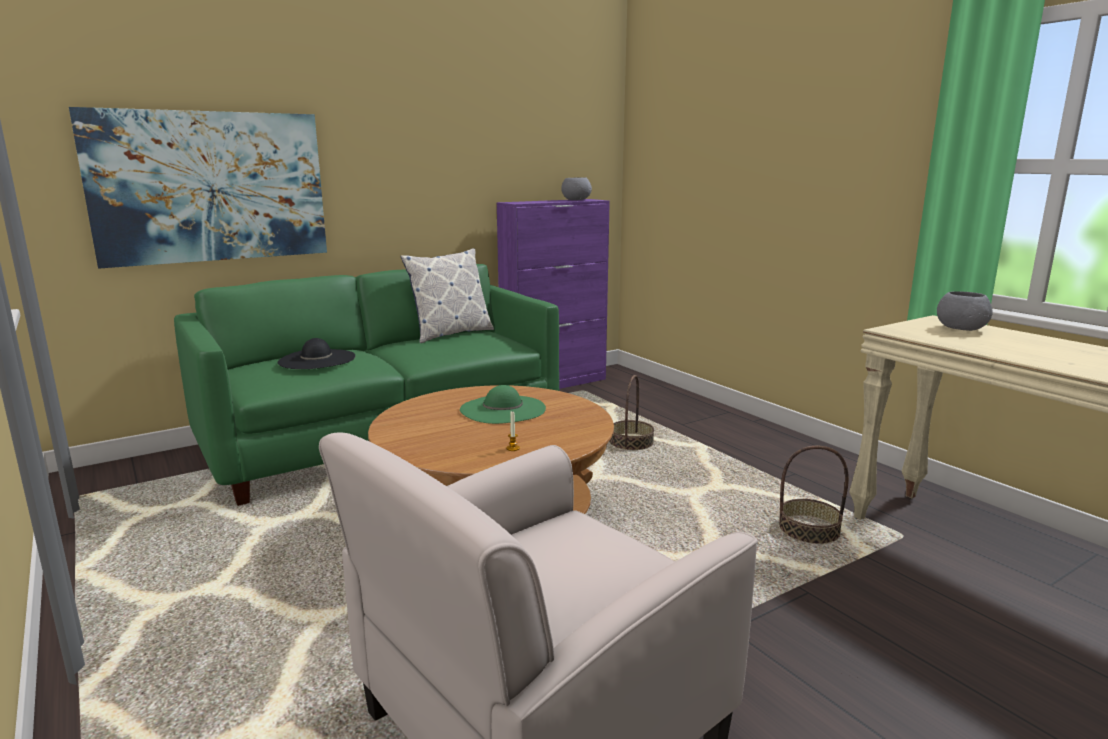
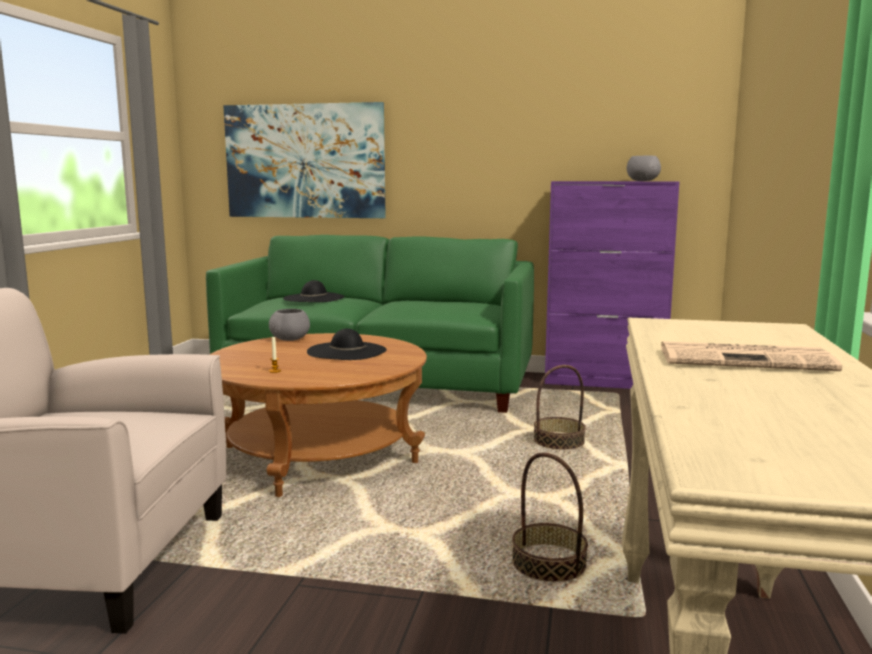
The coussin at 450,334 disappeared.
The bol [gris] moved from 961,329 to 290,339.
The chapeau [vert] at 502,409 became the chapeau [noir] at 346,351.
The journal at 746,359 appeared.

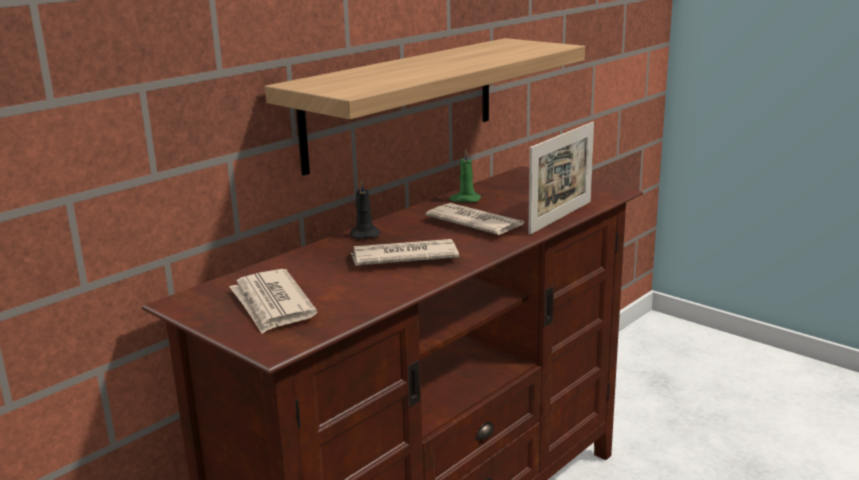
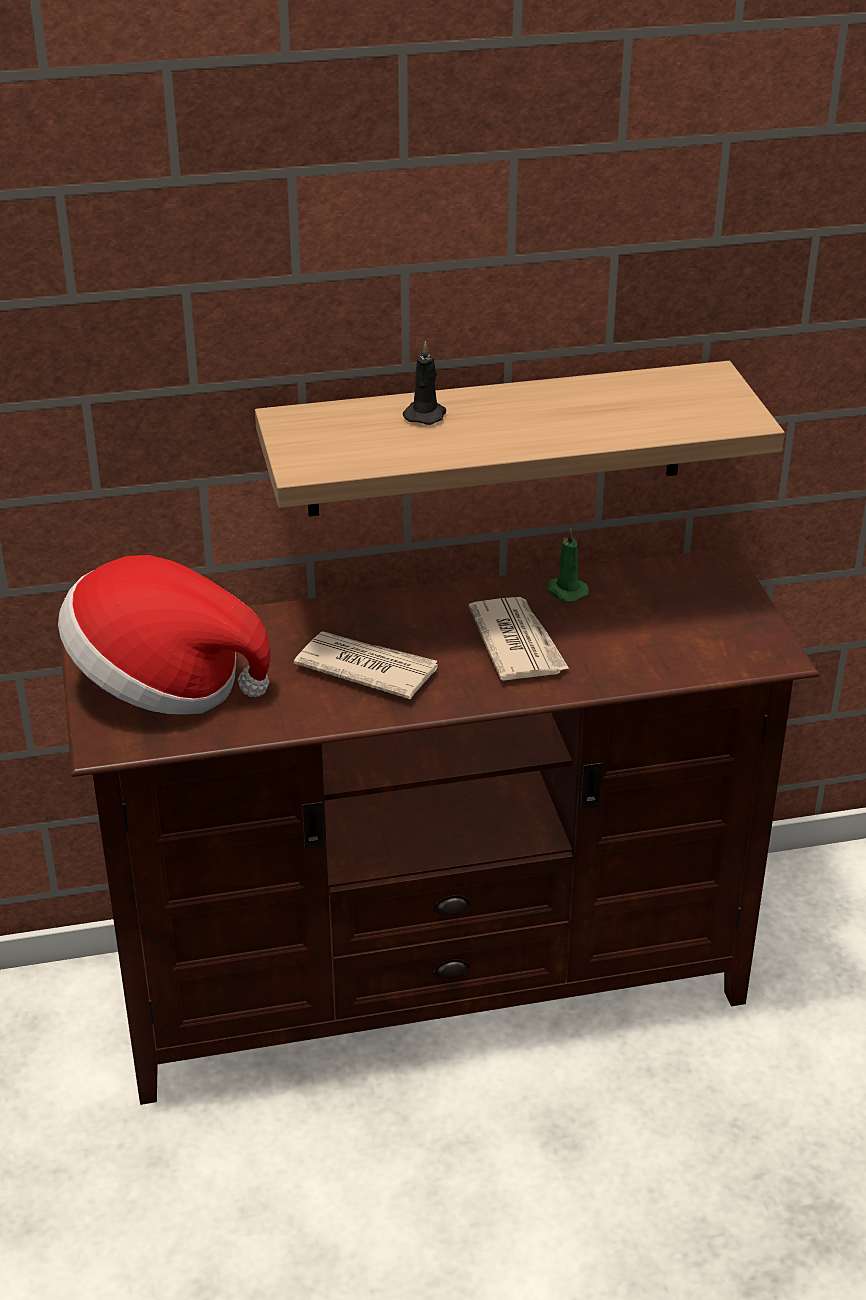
The cadre photo at 561,217 disappeared.
The bougie [noir] moved from 364,234 to 426,414.
The journal at 272,305 was replaced by the chapeau at 162,684.

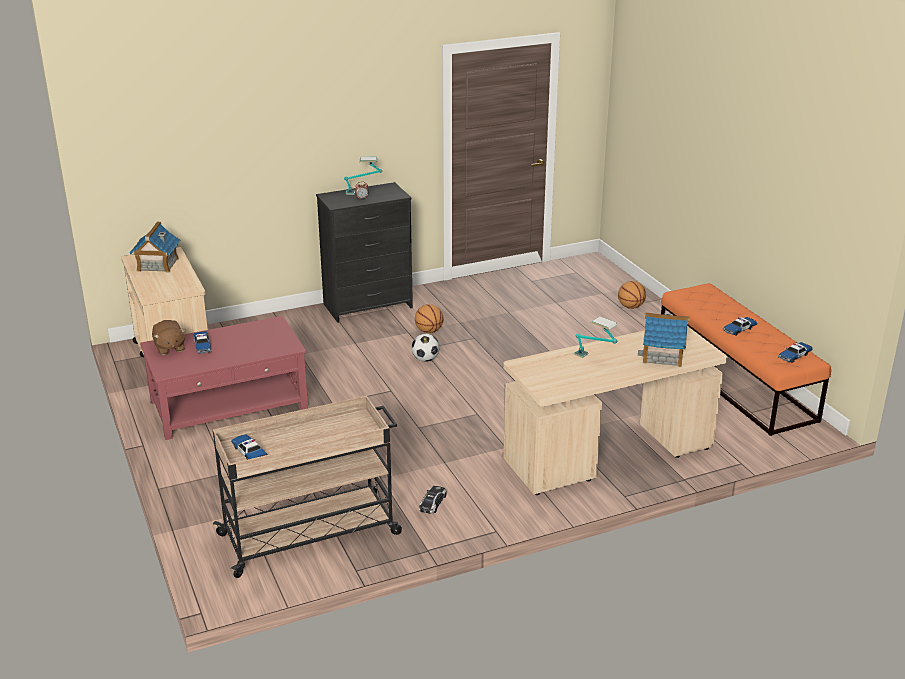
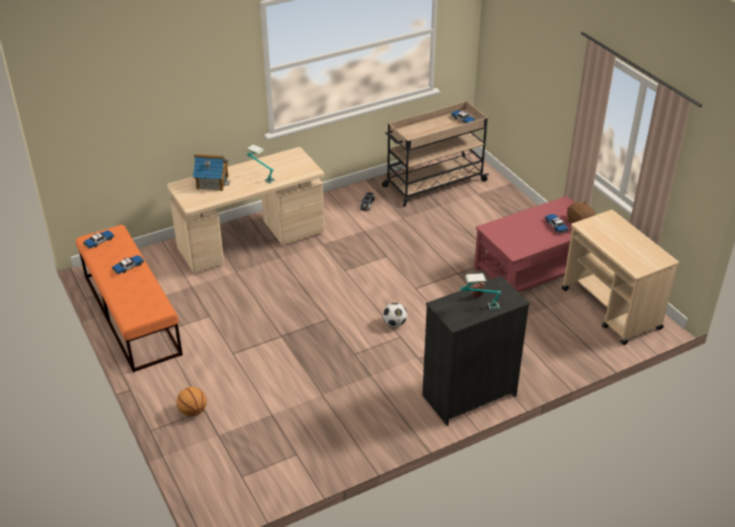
The maison miniature at 157,265 disappeared.
The ballon de basket at 429,331 disappeared.

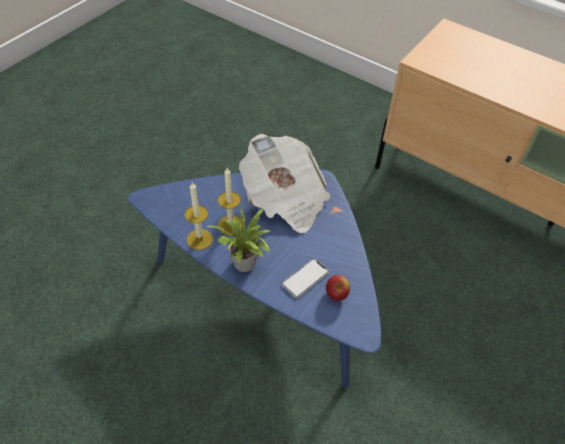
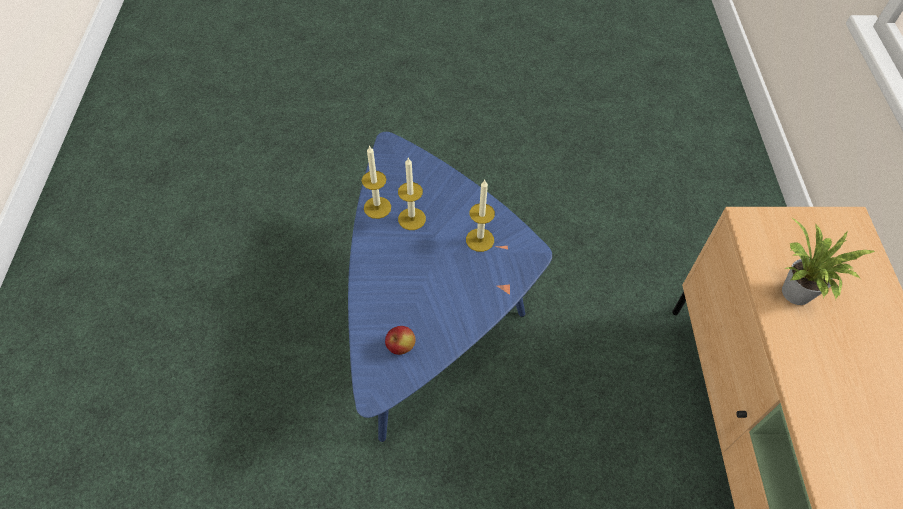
The journal at 285,199 was replaced by the bougie at 480,240.
The plante en pot moved from 245,265 to 794,295.
The téléphone at 305,278 disappeared.

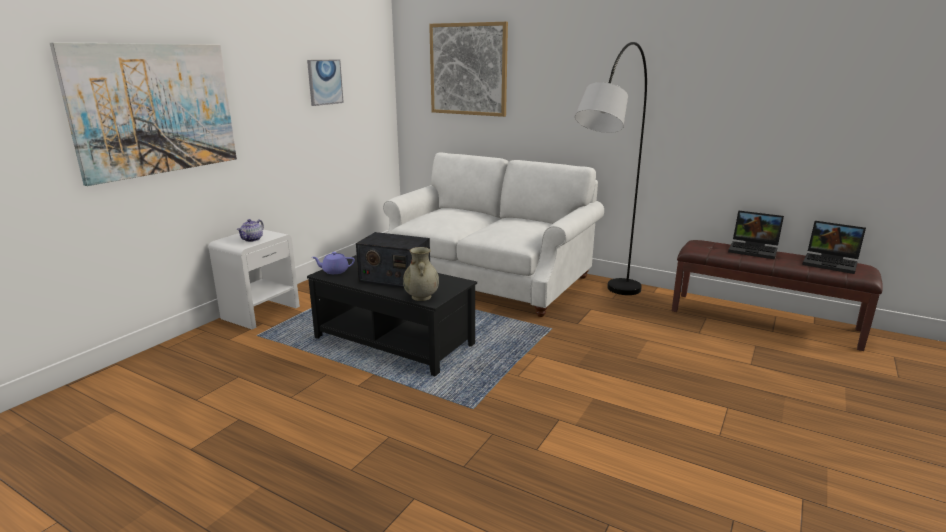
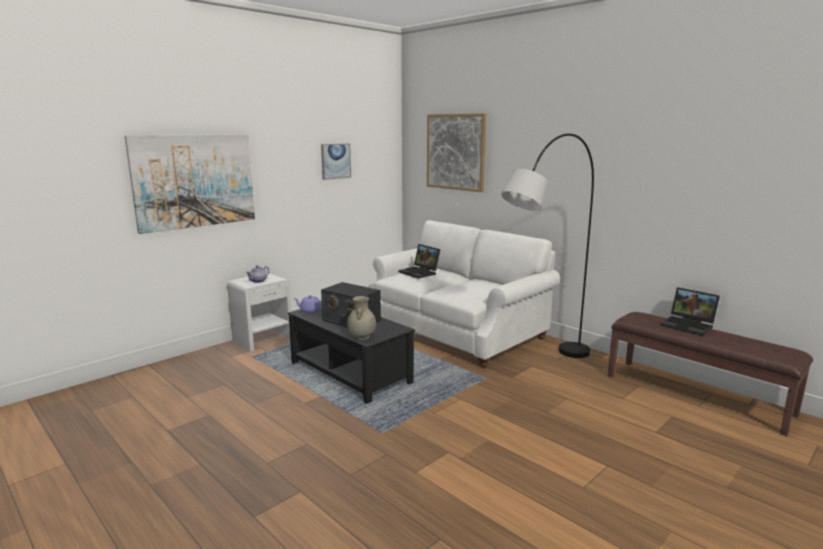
The ordinateur portable moved from 831,263 to 420,273.

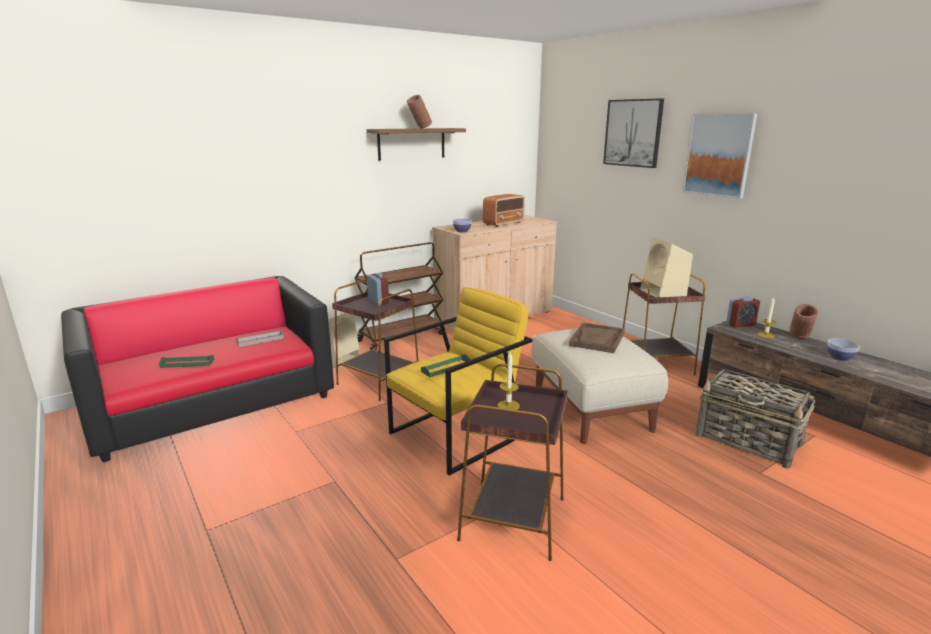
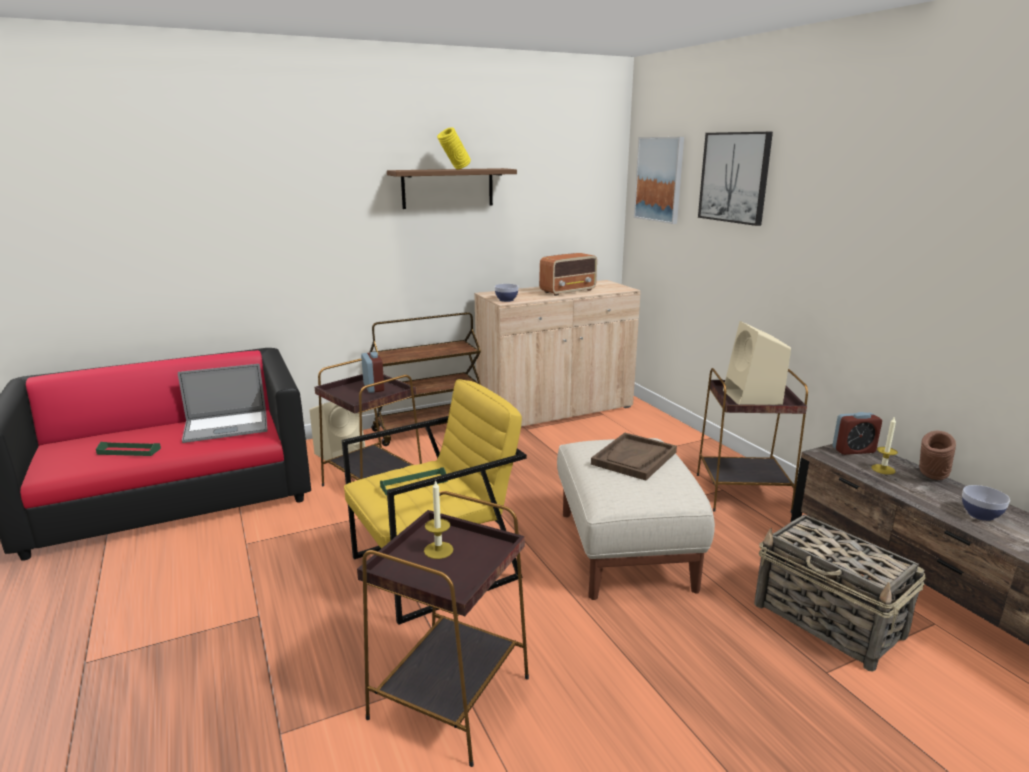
The vase [marron] at 420,128 became the vase [jaune] at 454,169.
The tableau moved from 718,155 to 659,179.
The plateau [gris] at 260,340 was replaced by the ordinateur portable at 226,427.

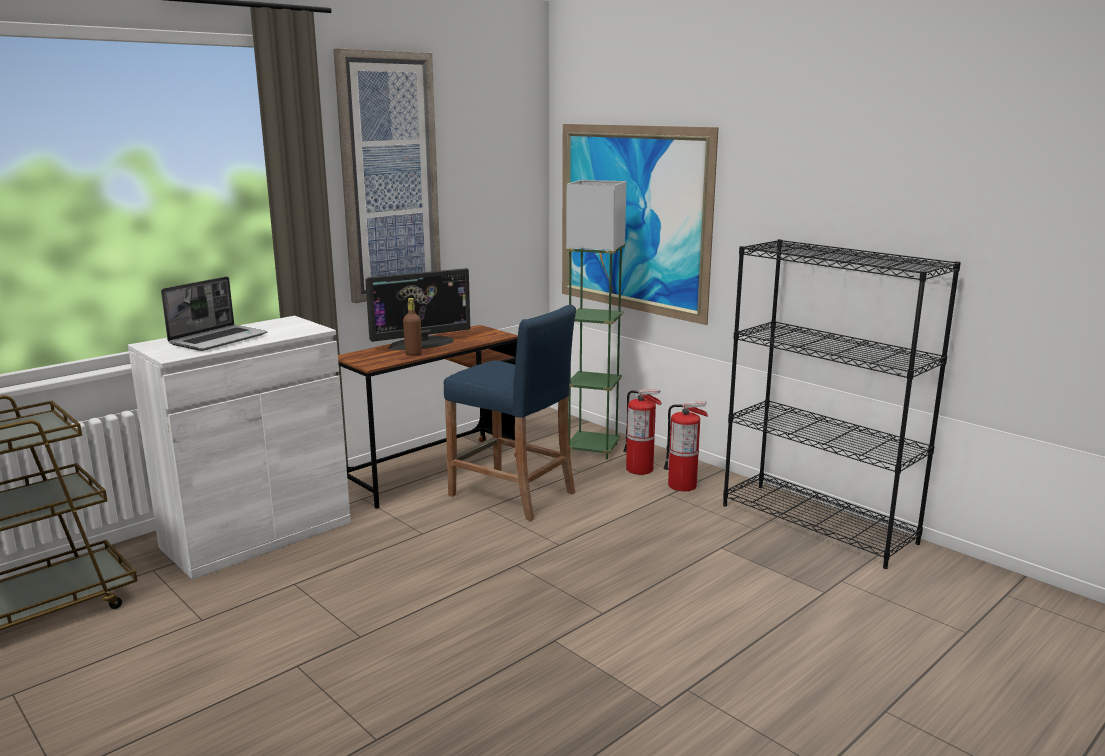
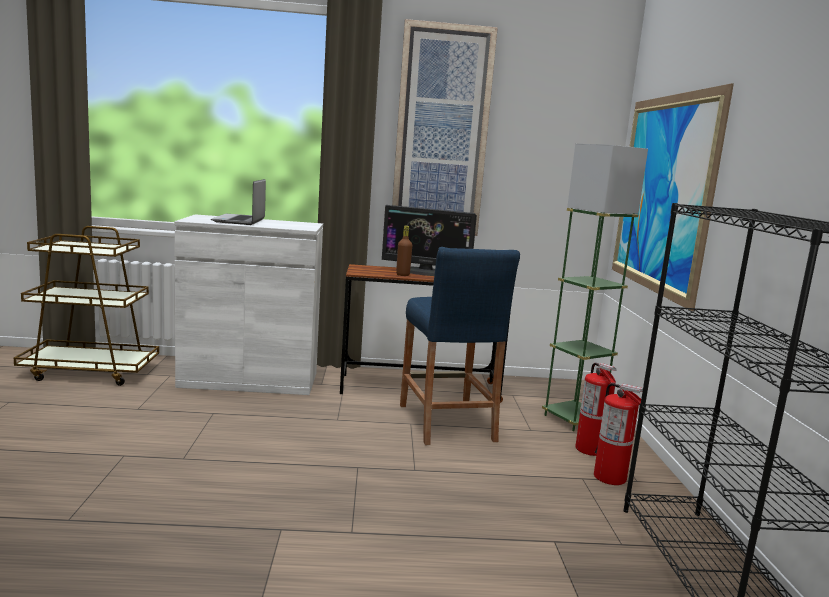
The ordinateur portable at 219,339 turned 105 degrees clockwise.

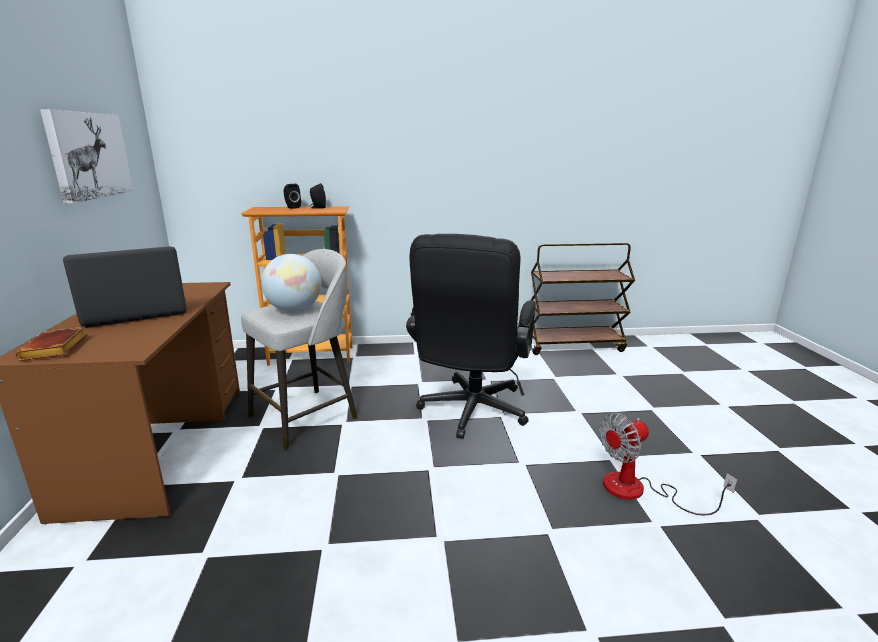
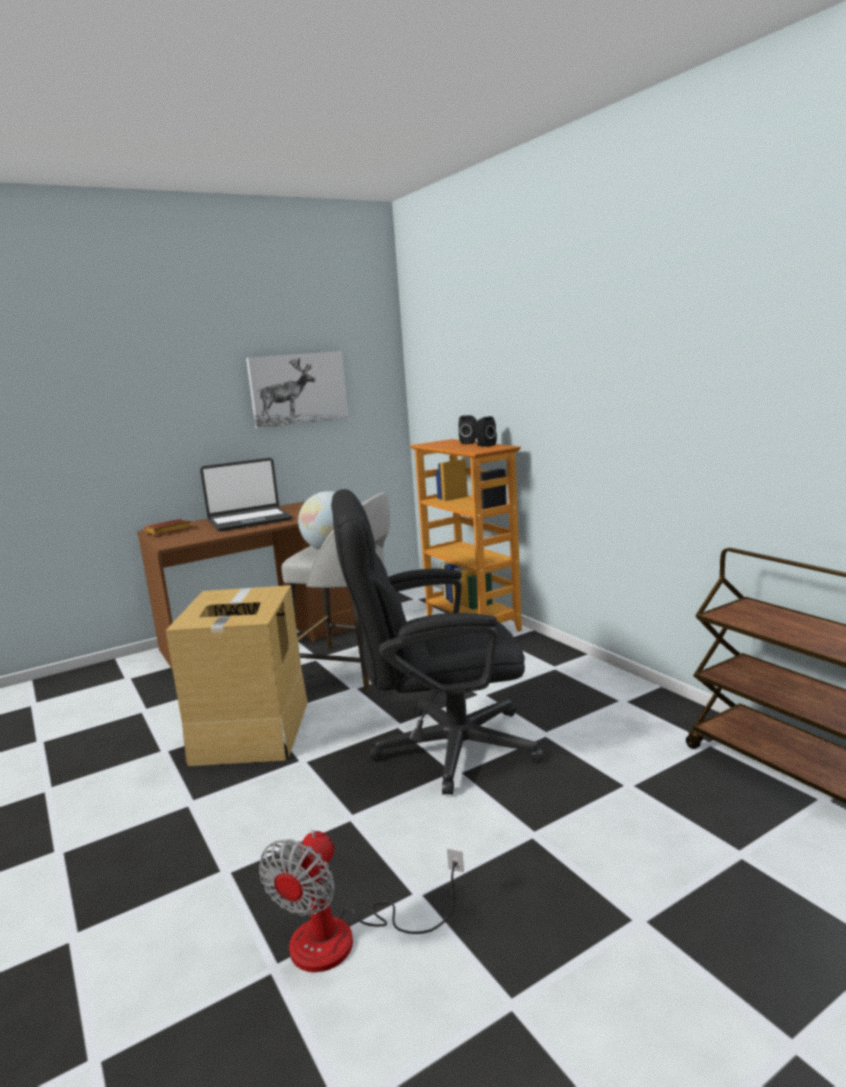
The ordinateur portable at 136,312 turned 120 degrees clockwise.
The ventilateur at 639,491 turned 105 degrees counterclockwise.
The carton at 250,731 appeared.

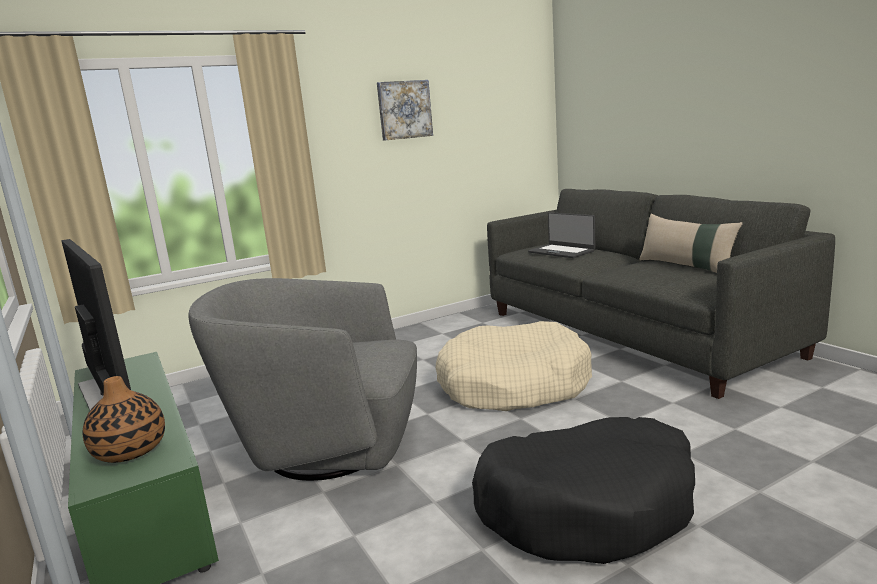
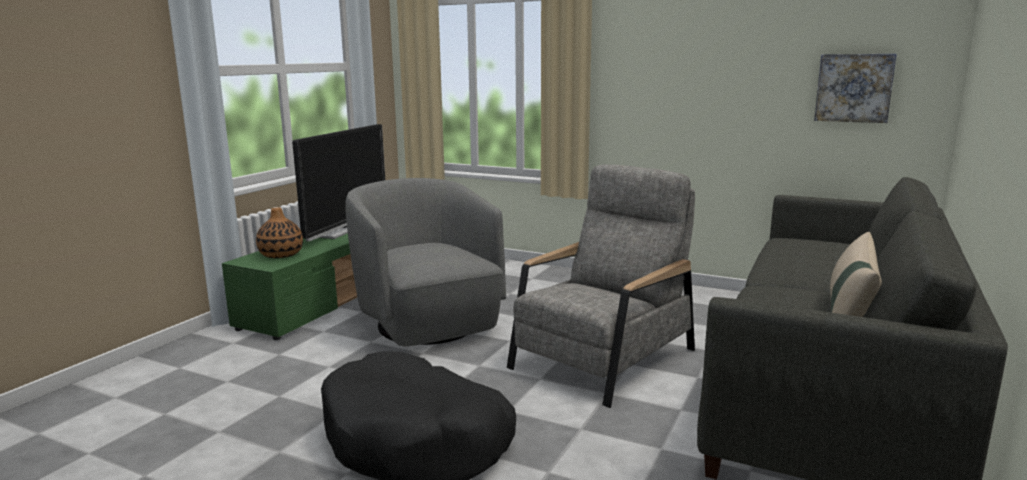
The tableau moved from 404,110 to 854,88.
The ordinateur portable at 561,251 disappeared.
The panier pour chien [beige] at 513,385 was replaced by the fauteuil [gris] at 603,359.

